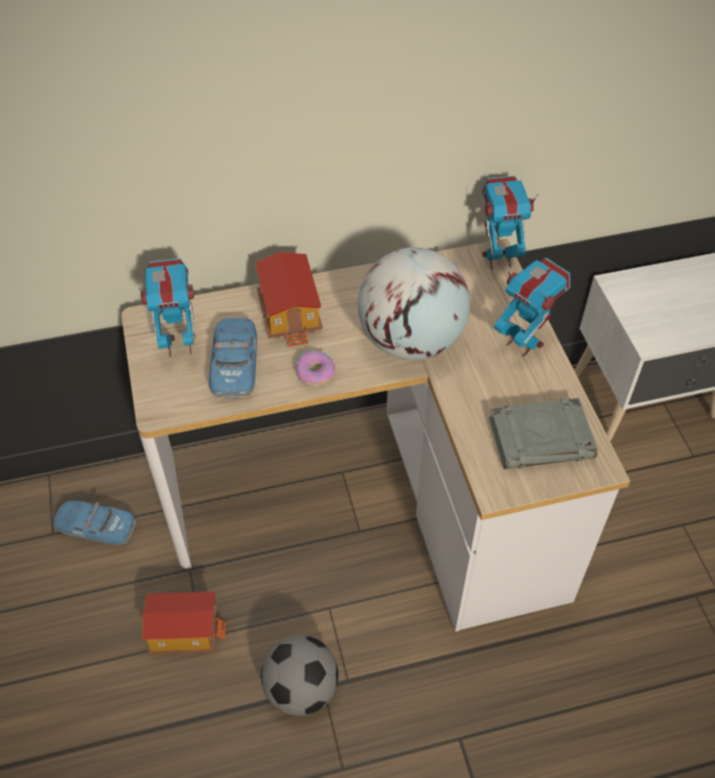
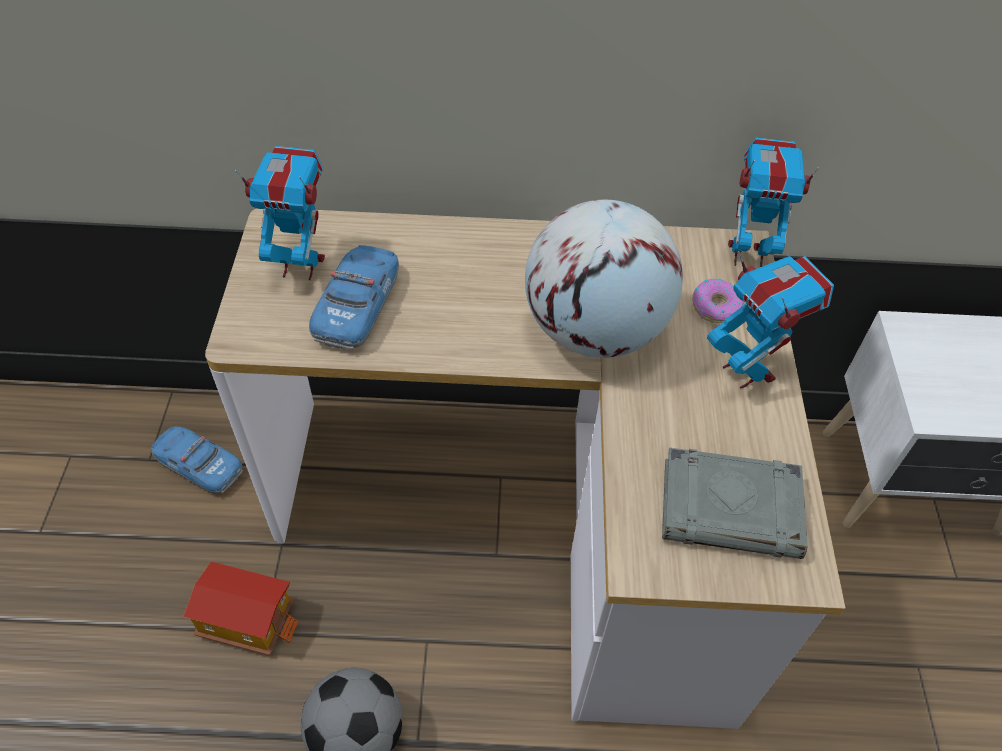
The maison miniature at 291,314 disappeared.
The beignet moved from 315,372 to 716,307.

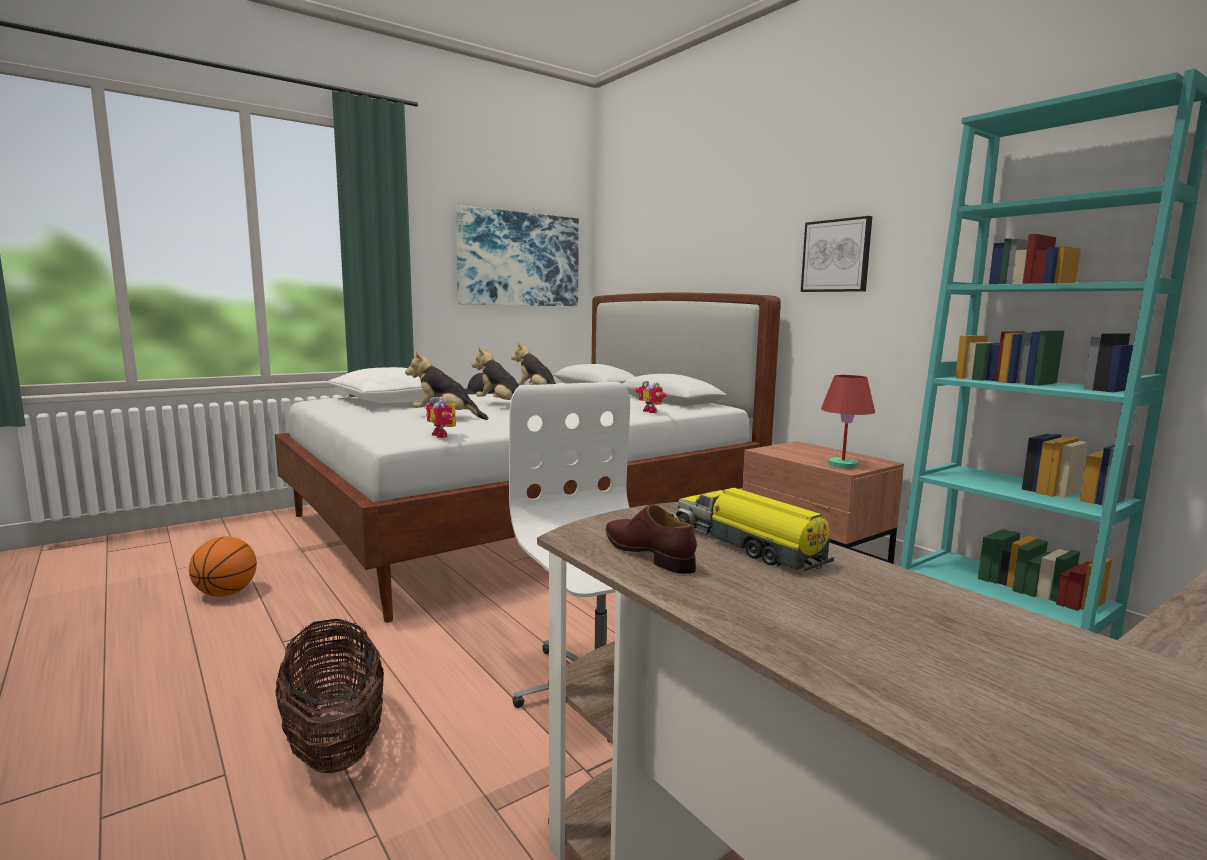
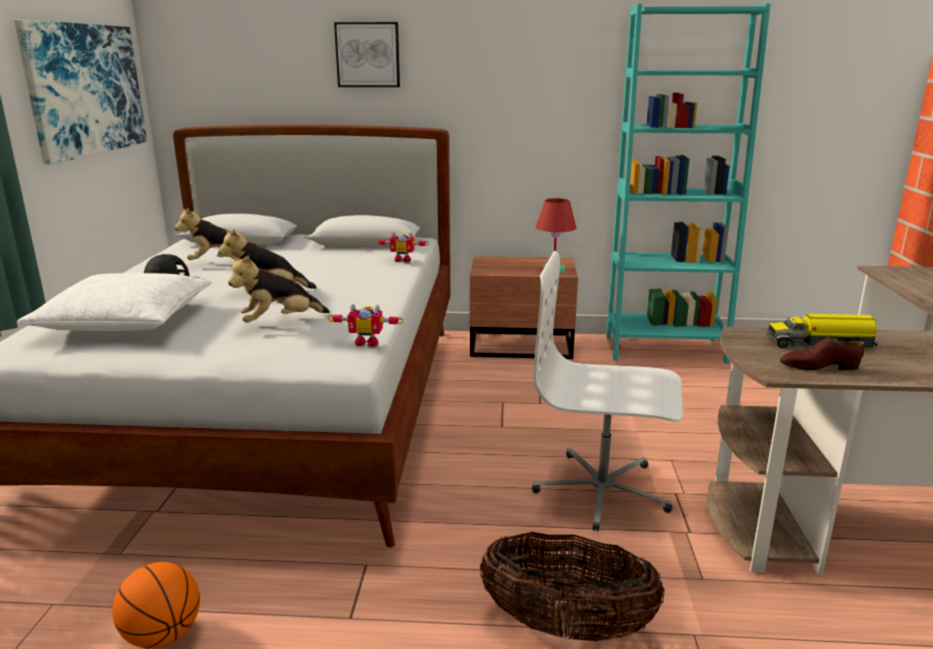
The tableau moved from 836,256 to 368,55.

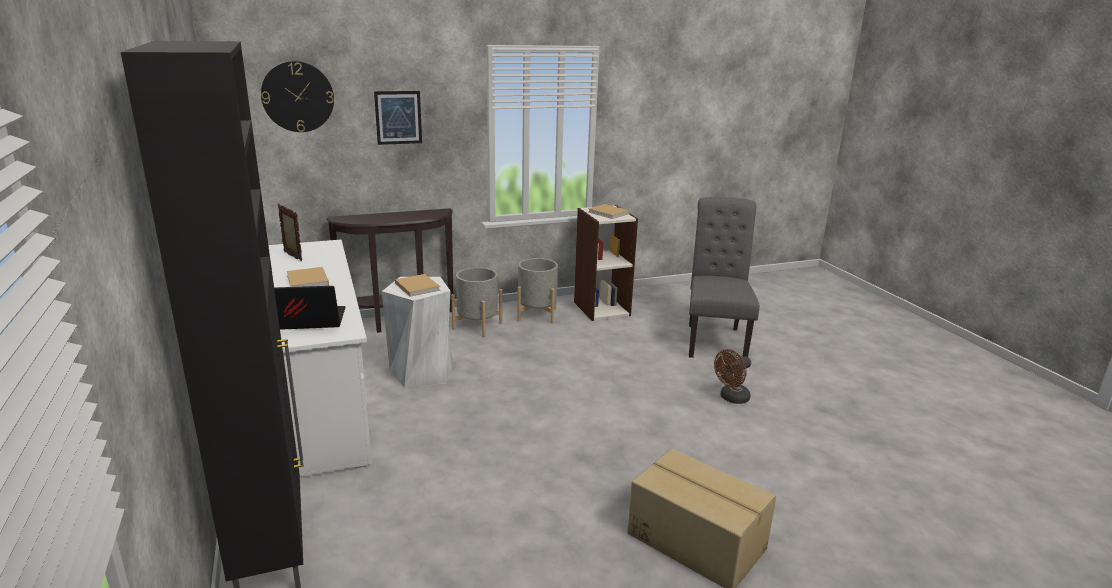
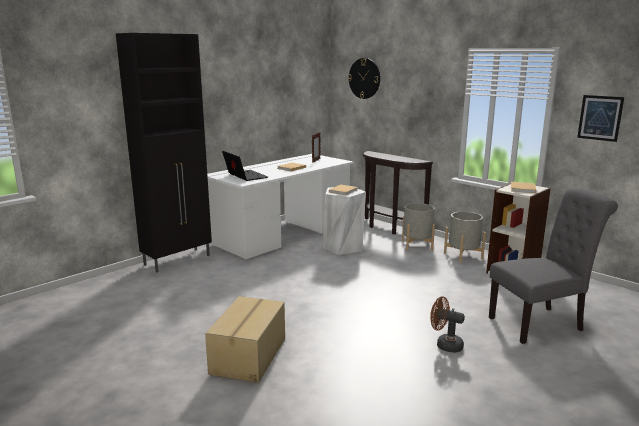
The tableau moved from 398,117 to 600,118.

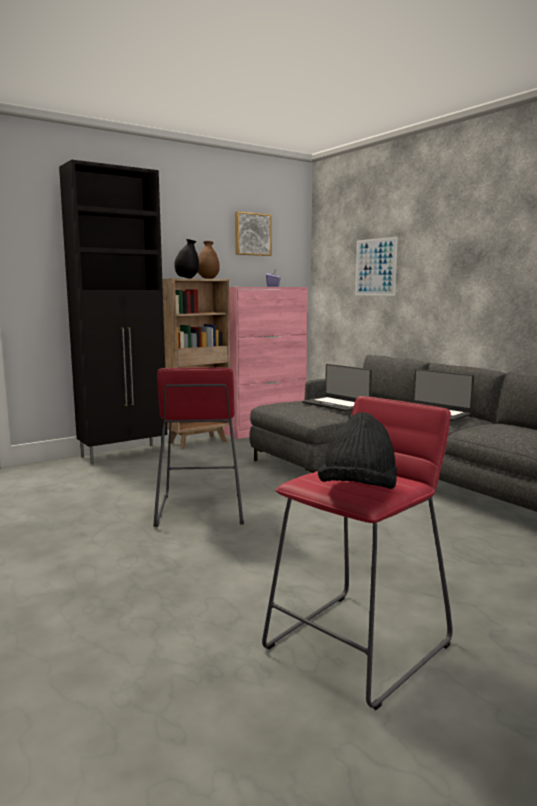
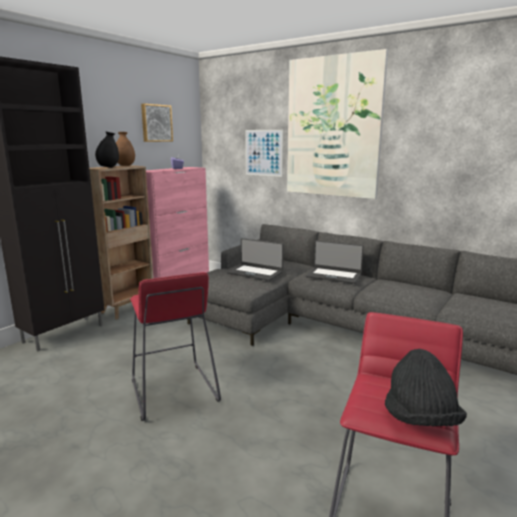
The tableau at 333,128 appeared.

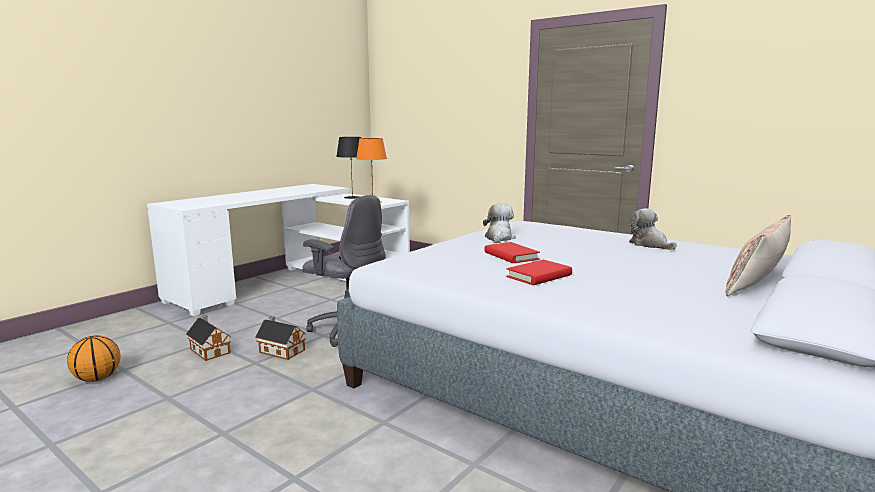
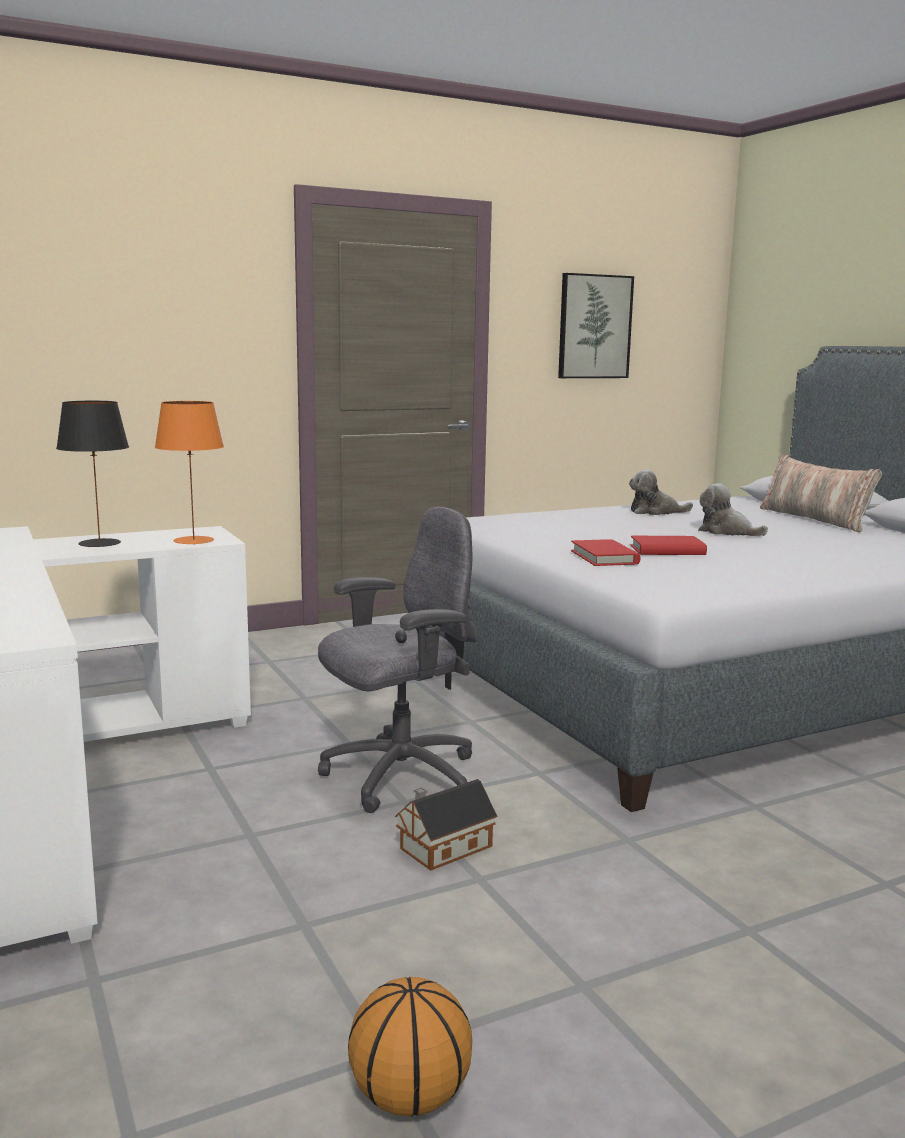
The peluche moved from 499,238 to 726,532.
The livre [rouge] moved from 539,276 to 604,557.
The maison miniature at 210,350 disappeared.
The tableau at 594,327 appeared.

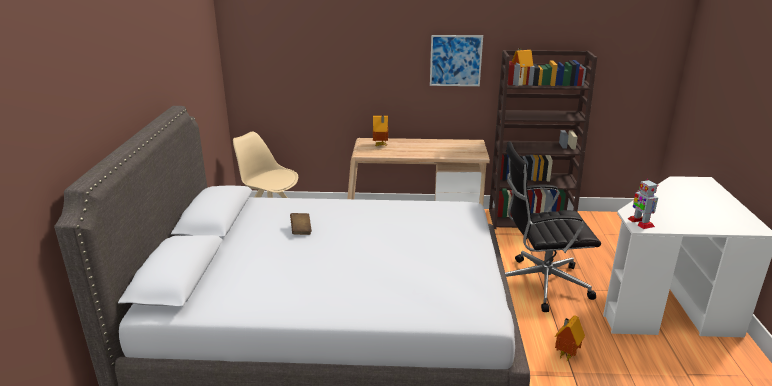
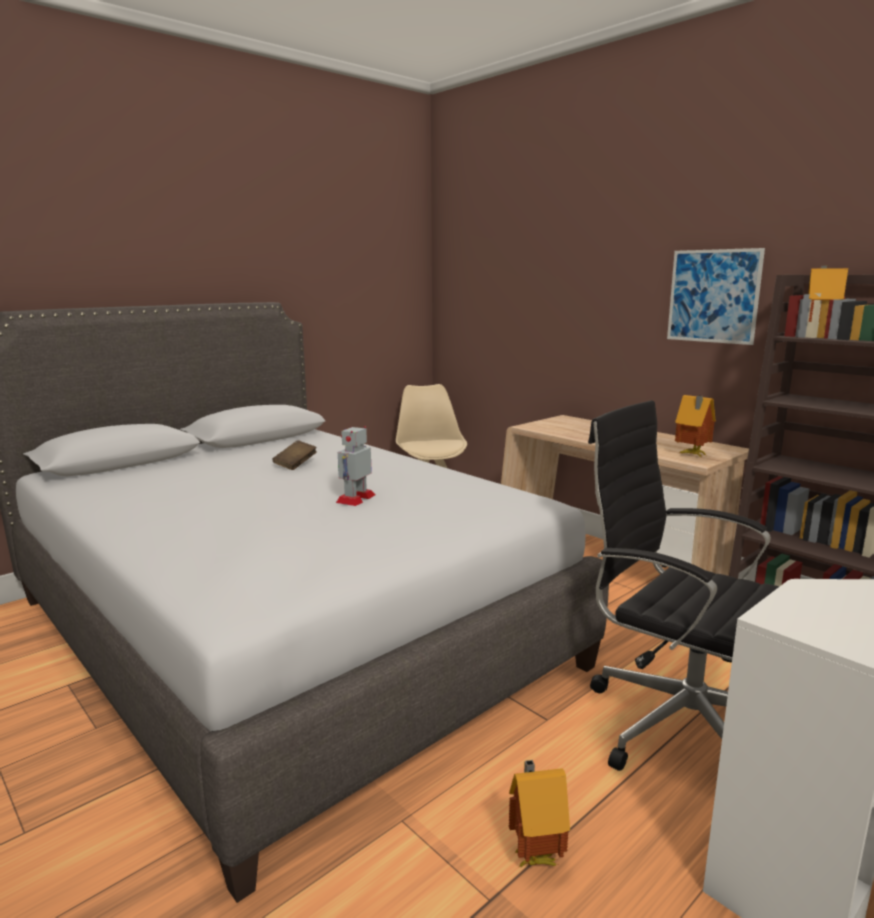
The maison miniature moved from 380,145 to 691,455.
The robot jouet moved from 640,222 to 356,498.

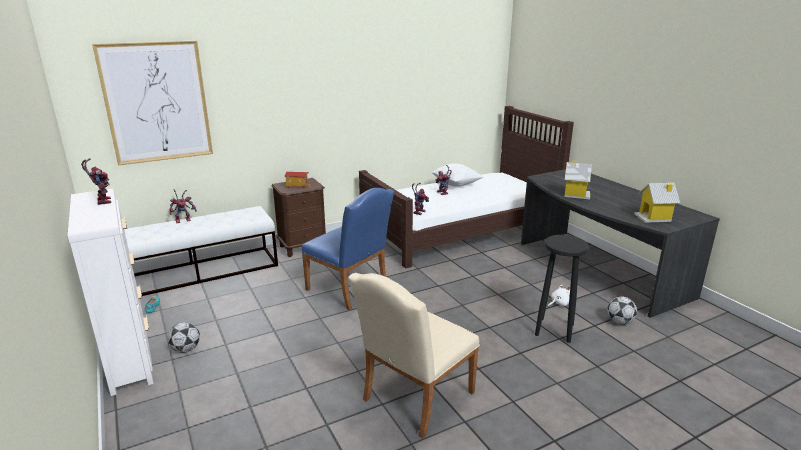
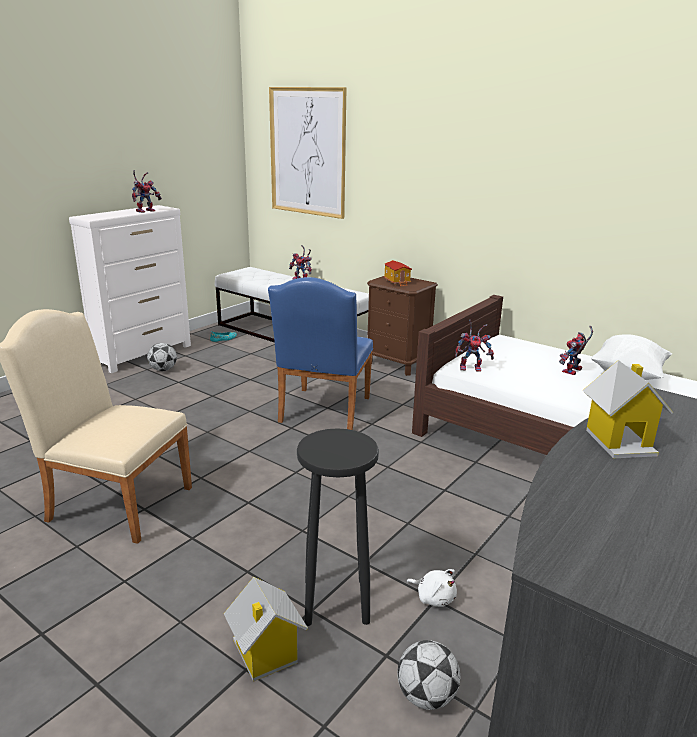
The maison miniature moved from 654,218 to 265,654.

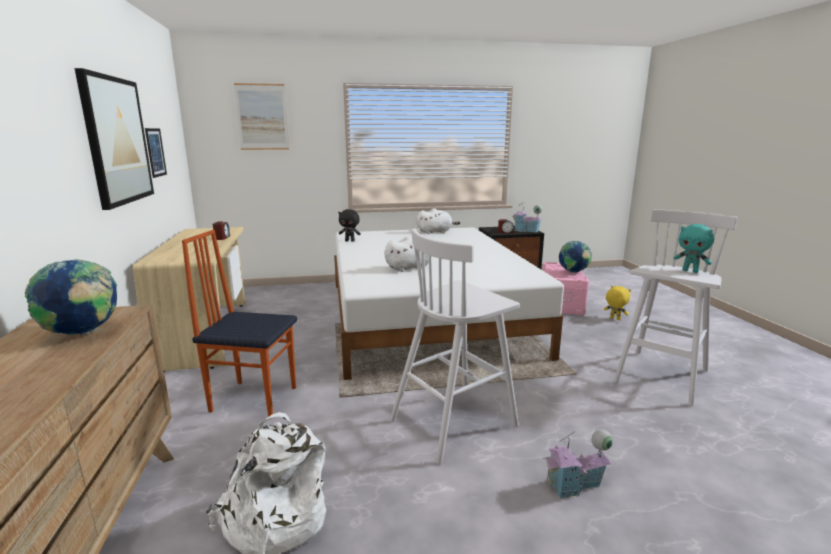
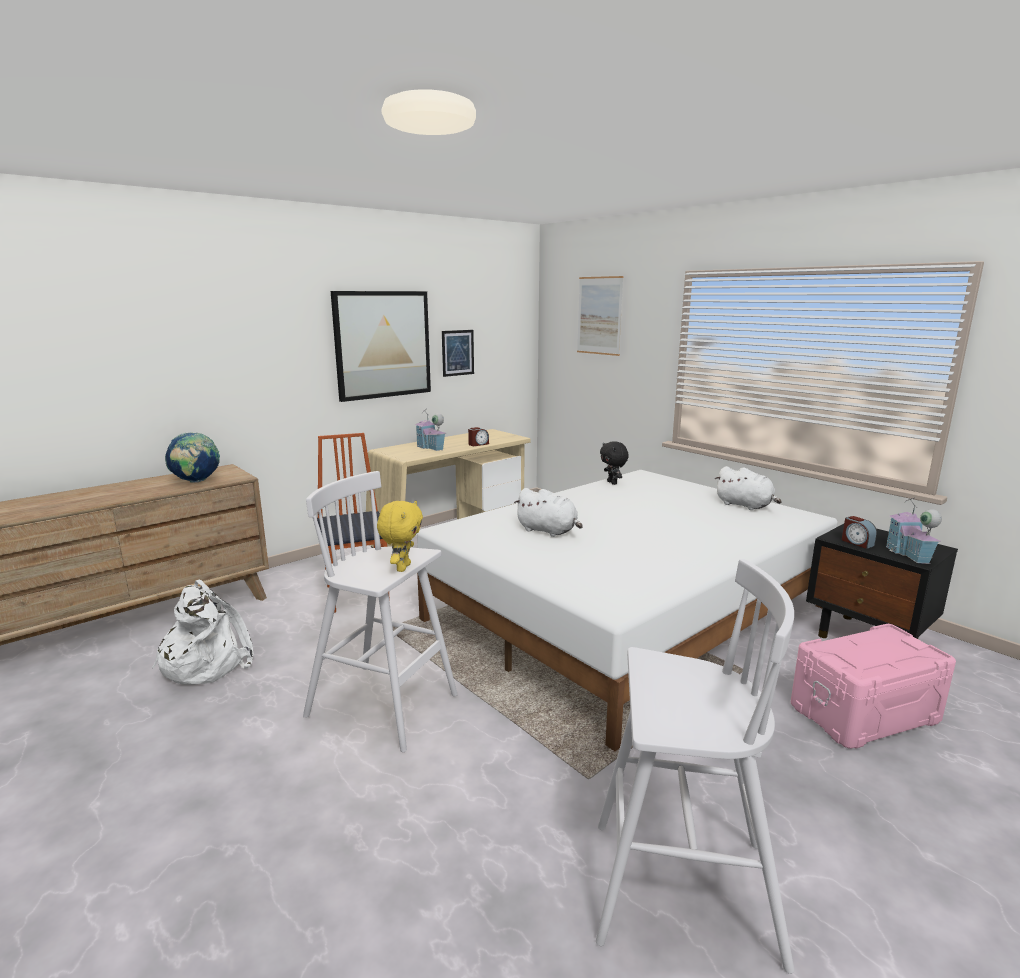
The peluche [turquoise] at 690,271 disappeared.
The globe at 573,272 disappeared.
The peluche [jaune] moved from 614,319 to 402,567.
The maison miniature moved from 575,486 to 430,447.

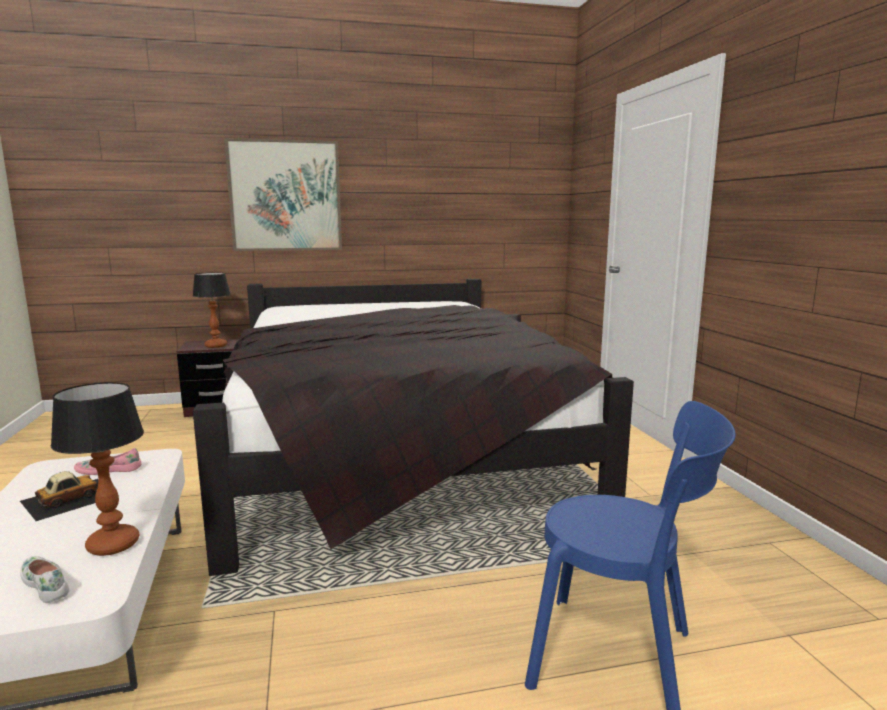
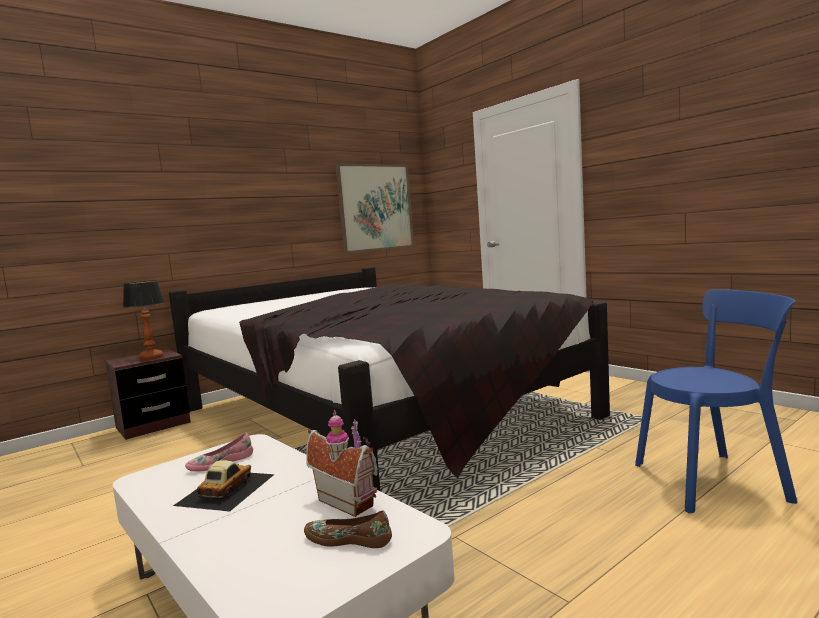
The tableau moved from 285,196 to 375,207.
The lampe de table at 112,544 was replaced by the maison miniature at 349,500.
The chaussure [blanc] at 46,584 became the chaussure [marron] at 348,539.

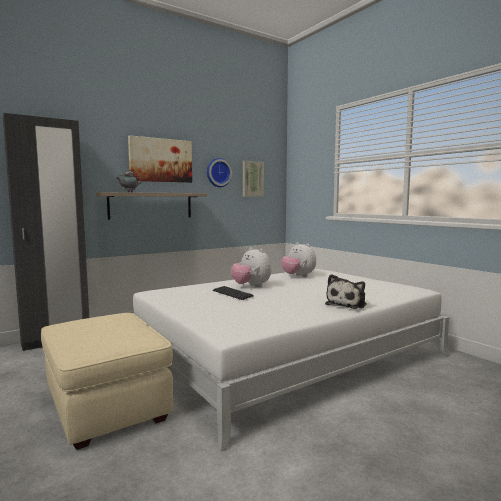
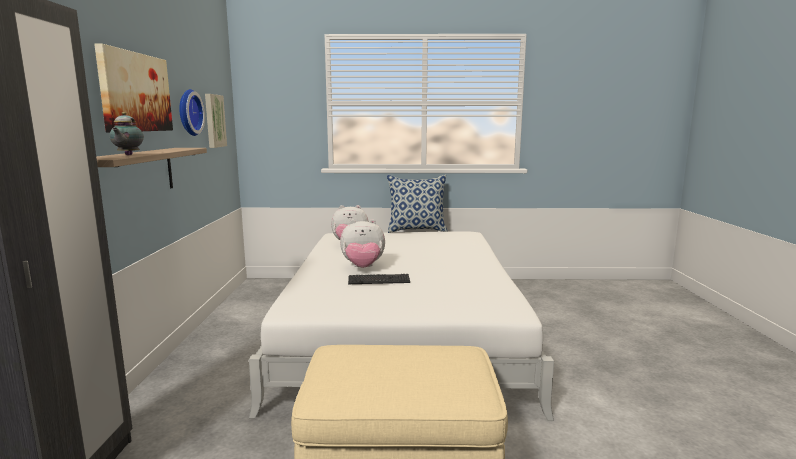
The peluche at 347,304 disappeared.
The coussin at 417,230 appeared.

